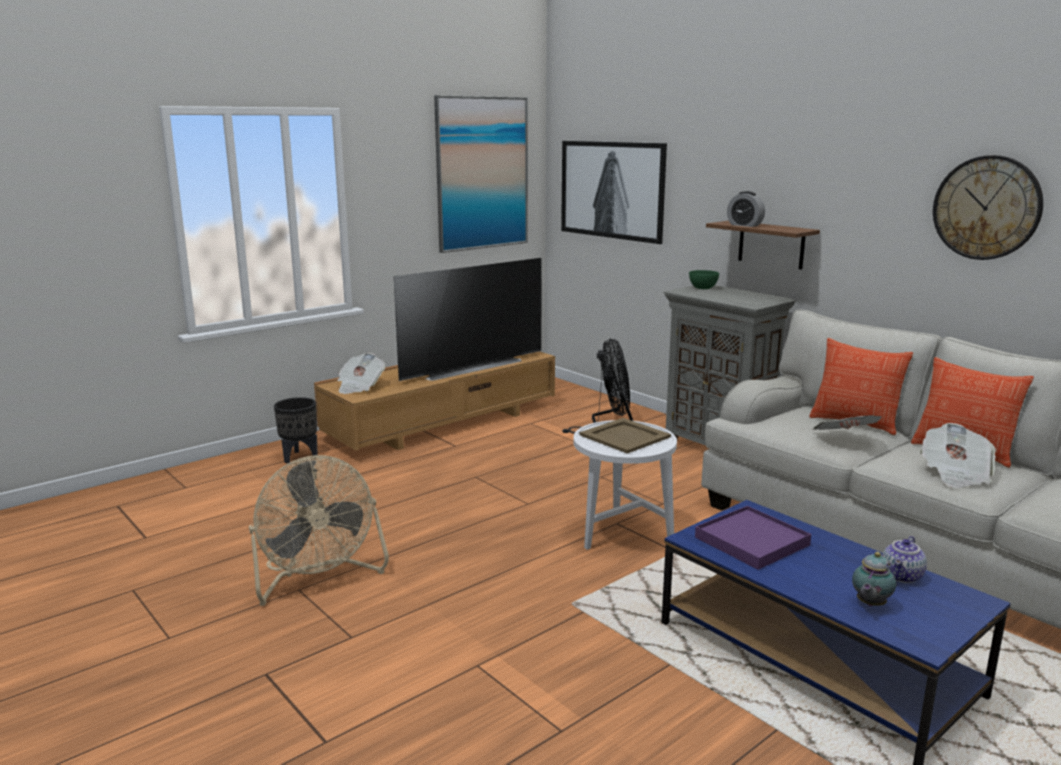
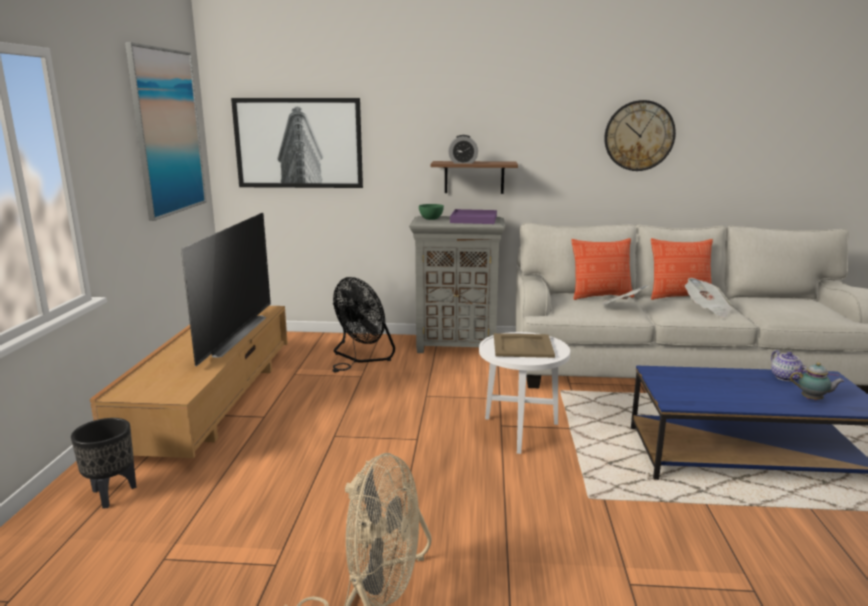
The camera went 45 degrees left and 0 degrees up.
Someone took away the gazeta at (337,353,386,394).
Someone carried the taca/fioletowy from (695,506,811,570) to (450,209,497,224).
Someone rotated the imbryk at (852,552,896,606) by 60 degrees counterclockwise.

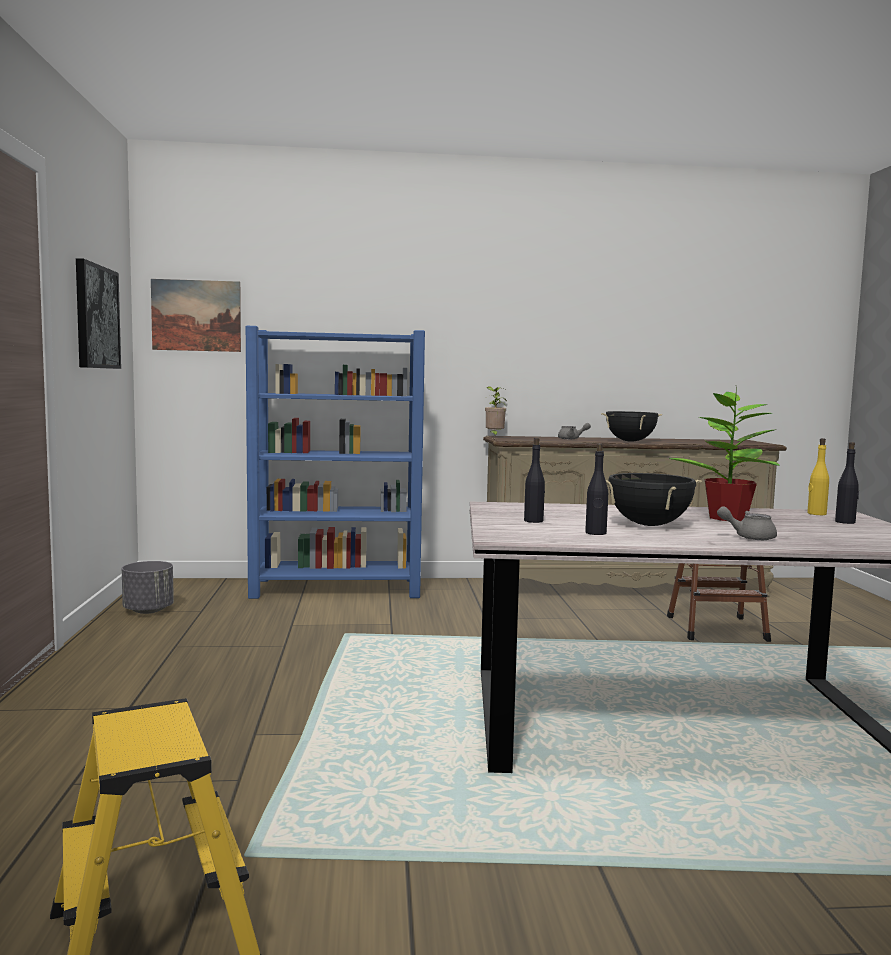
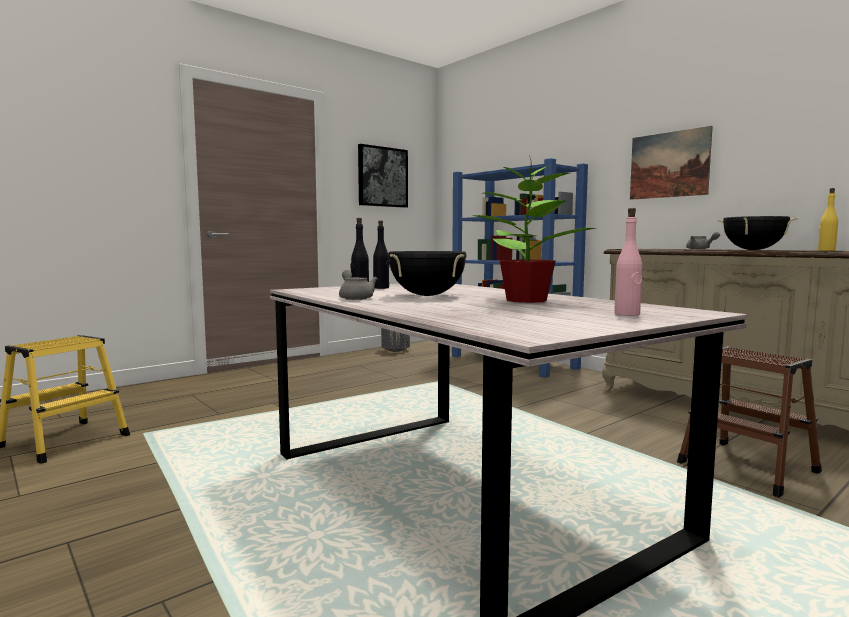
The camera went 55 degrees right and 0 degrees up.
Someone carried the obraz from (151,279,241,352) to (630,126,713,200).
Someone took away the roślina doniczkowa at (485,386,507,436).
Someone carried the butelka/żółty from (807,438,829,515) to (818,188,838,251).
Someone repainted the butelka/czarny at (835,442,859,524), which became the butelka/różowy at (614,208,642,316).
Someone carried the imbryk/szary from (717,506,777,540) to (339,270,378,300).

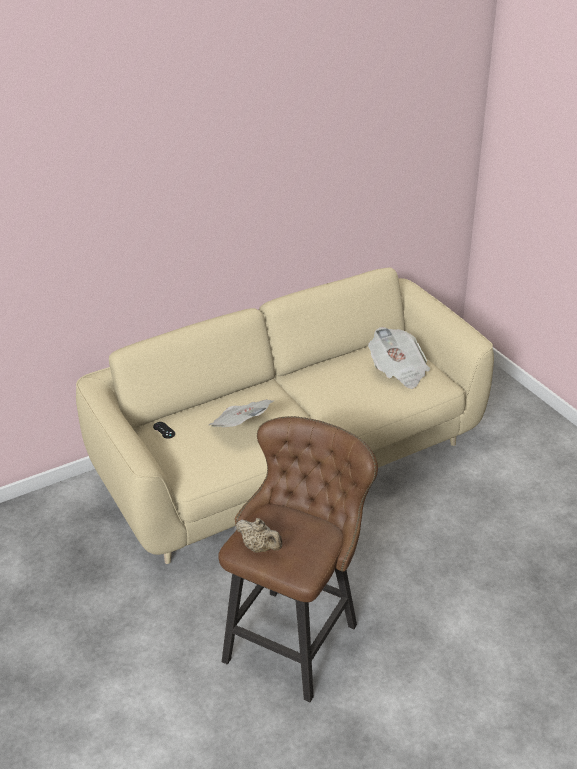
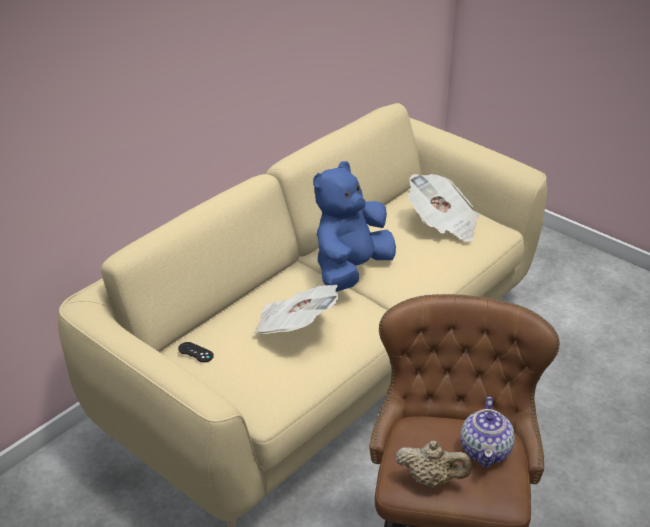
The camera went 20 degrees left and 0 degrees up.
Someone put down the pluszak/niebieski at (313,161,396,292).
Someone put down the imbryk at (461,397,515,467).

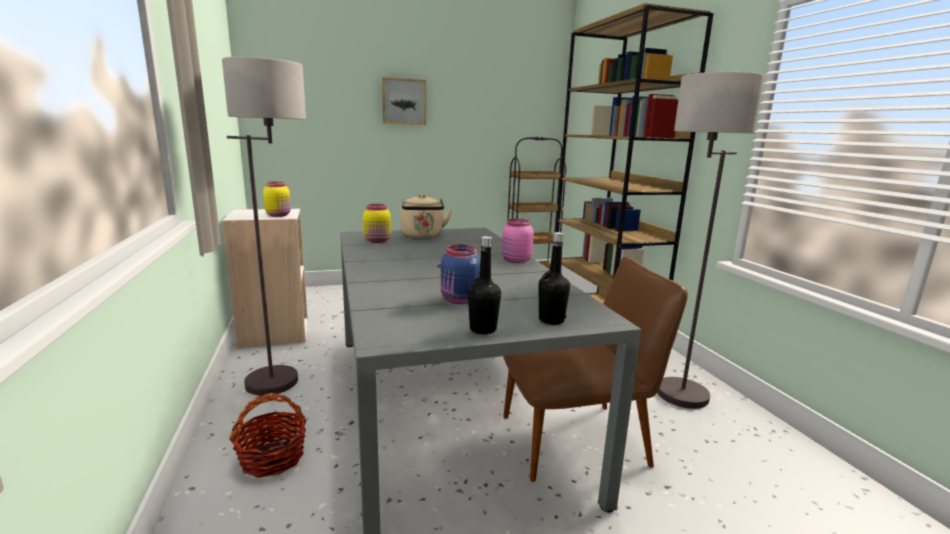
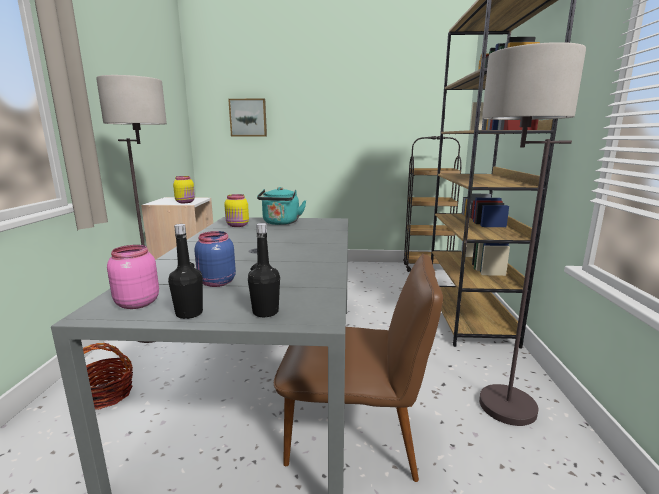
The camera went 20 degrees right and 0 degrees up.
Someone carried the obraz from (382,78,426,125) to (228,99,267,136).
Someone repainted the czajnik/beżowy at (401,194,452,238), which became the czajnik/turkusowy at (257,187,307,225).
Someone carried the słoik/różowy from (502,219,534,263) to (107,245,159,309).

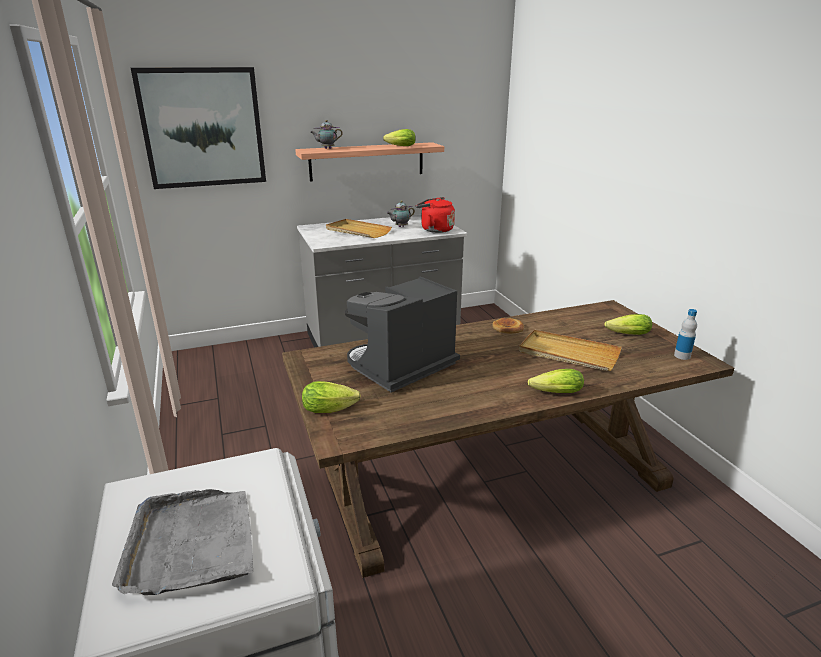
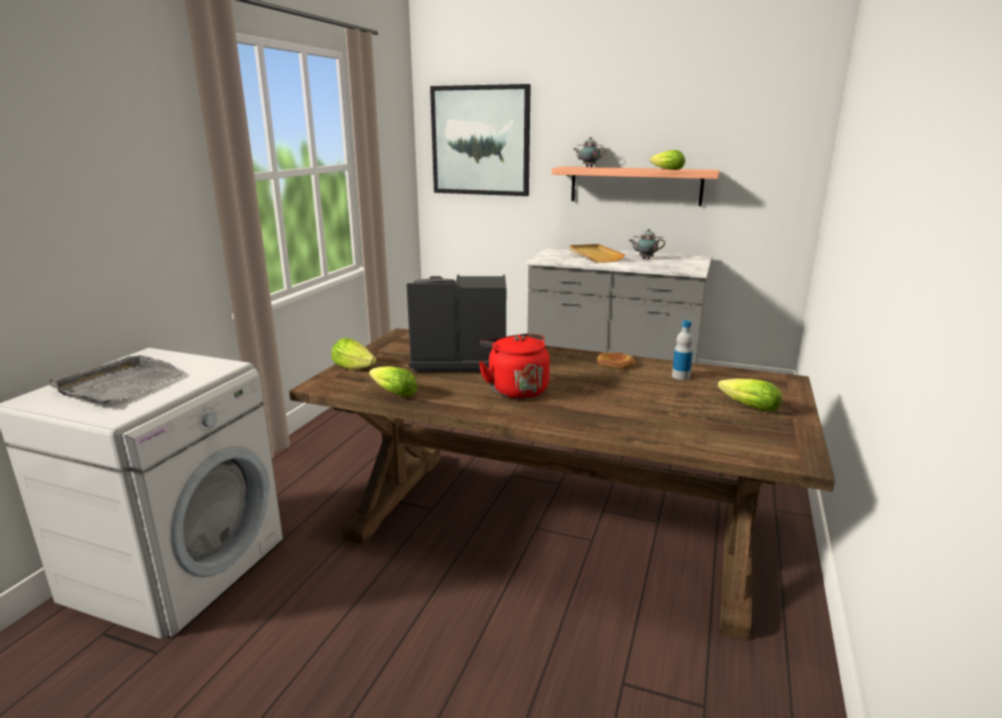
The camera went 40 degrees right and 5 degrees down.
Someone carried the czajnik/czerwony from (416,197,455,233) to (479,333,550,399).
Someone carried the butelka from (674,309,697,360) to (672,320,693,380).
Someone took away the taca/beżowy at (519,330,622,371).
Someone carried the sałata from (528,369,584,393) to (369,366,418,397).

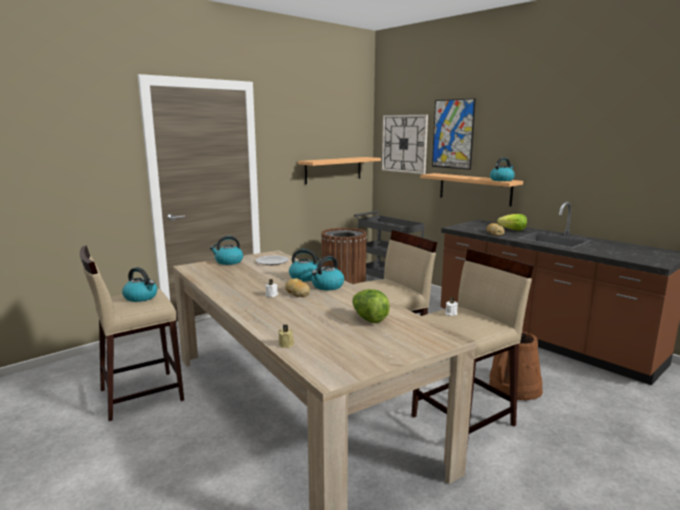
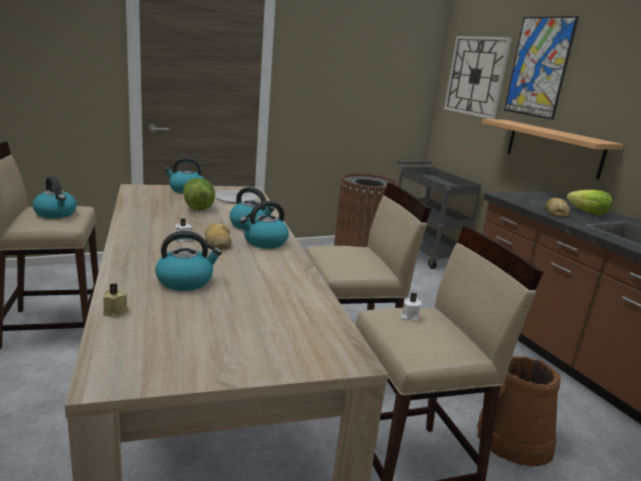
The camera went 15 degrees right and 5 degrees up.
Someone took away the półka at (298,157,381,184).
Someone carried the czajnik from (490,158,515,181) to (155,231,222,291).
Someone carried the sałata from (352,289,390,323) to (183,178,215,211).

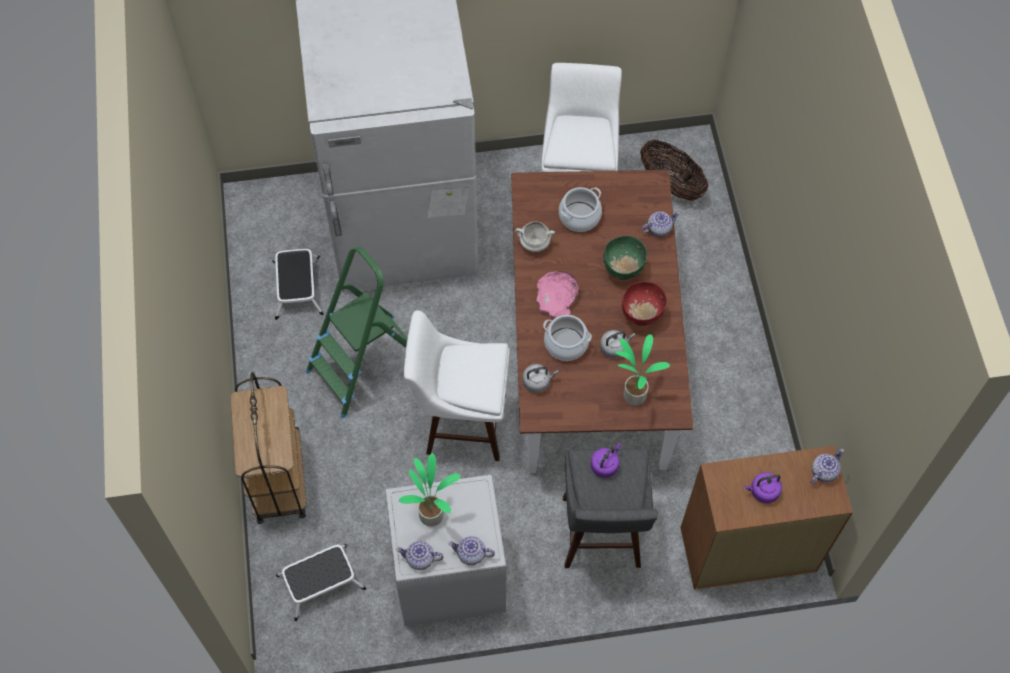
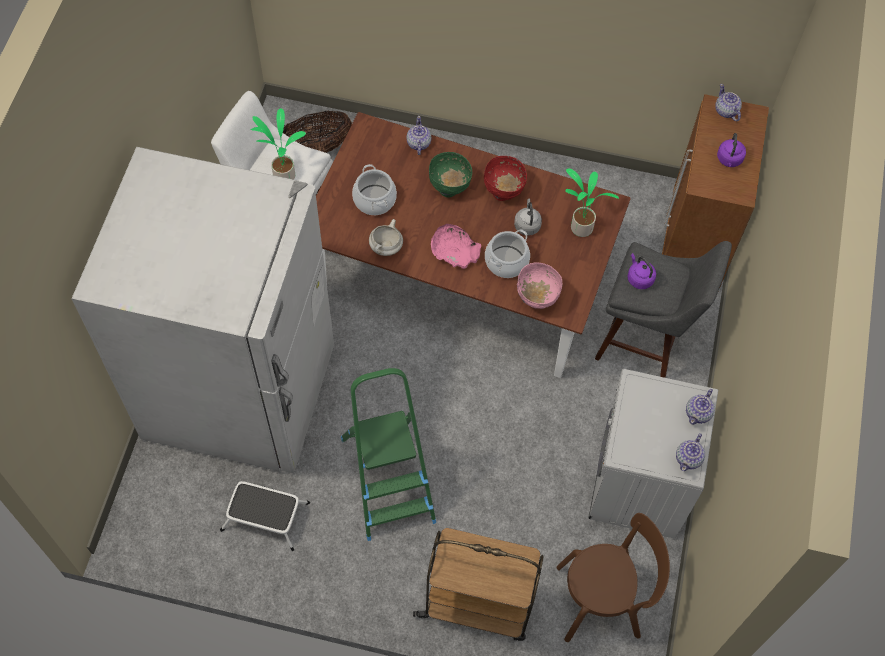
The camera went 70 degrees left and 0 degrees up.
Someone took away the stołek/biały at (404,311,510,461).
Someone swapped the czajnik/szary at (522,364,559,393) for the miska/różowy at (517,262,562,309).
Someone carried the roślina doniczkowa from (399,453,461,526) to (250,108,306,180).
Someone swapped the drabinka/czarny at (276,544,366,621) for the krzesło/brązowy at (557,513,670,642).

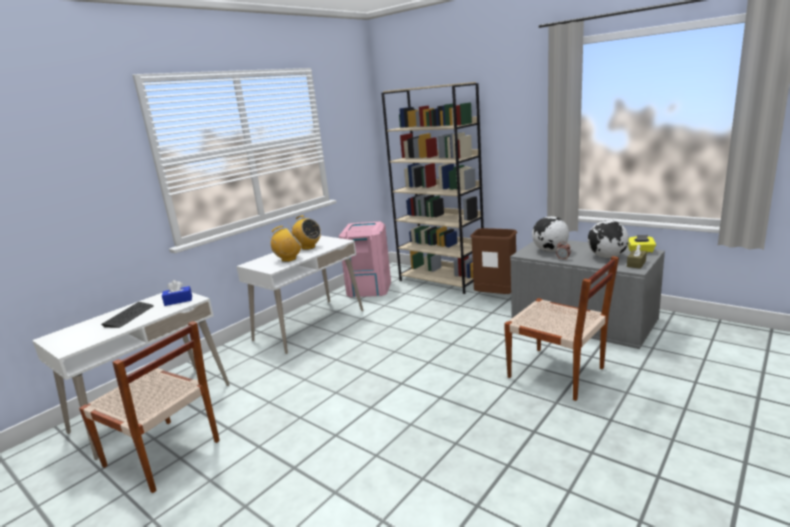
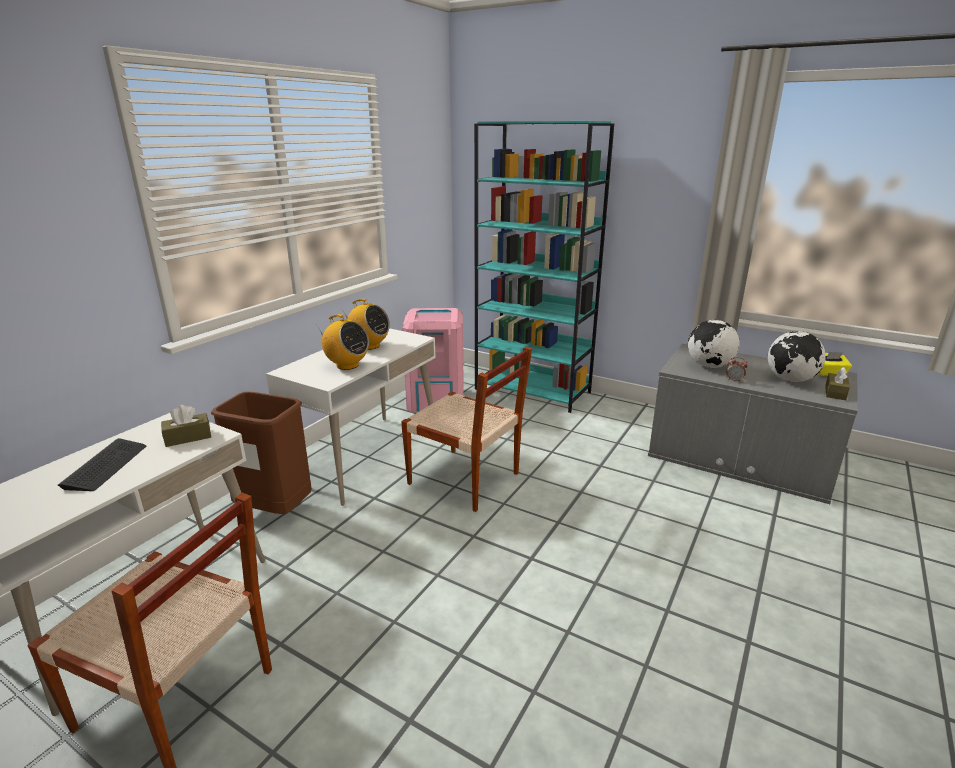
The camera went 10 degrees left and 5 degrees up.
Someone repainted the regał/beżowy at (381,82,484,294), which became the regał/turkusowy at (474,121,614,413).
Someone rotated the radio at (269,226,302,262) by 60 degrees clockwise.
Someone carried the kosz na śmieci/brązowy from (470,228,517,294) to (211,392,312,514).
Someone carried the krzesło from (504,256,619,401) to (401,346,532,512).
Someone repainted the pudełko chusteczek/niebieski at (162,280,192,306), which became the pudełko chusteczek/brązowy at (161,405,211,447).

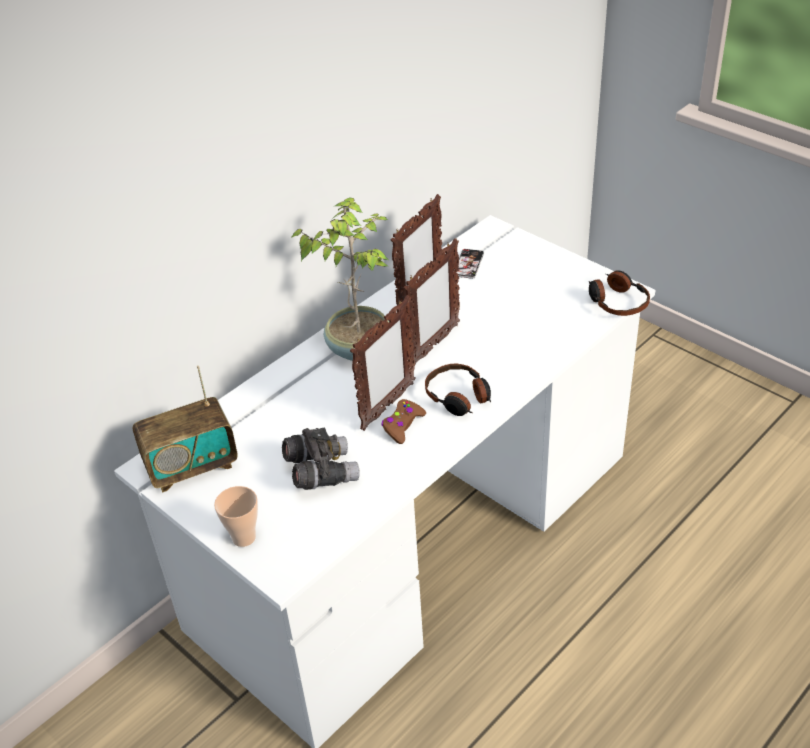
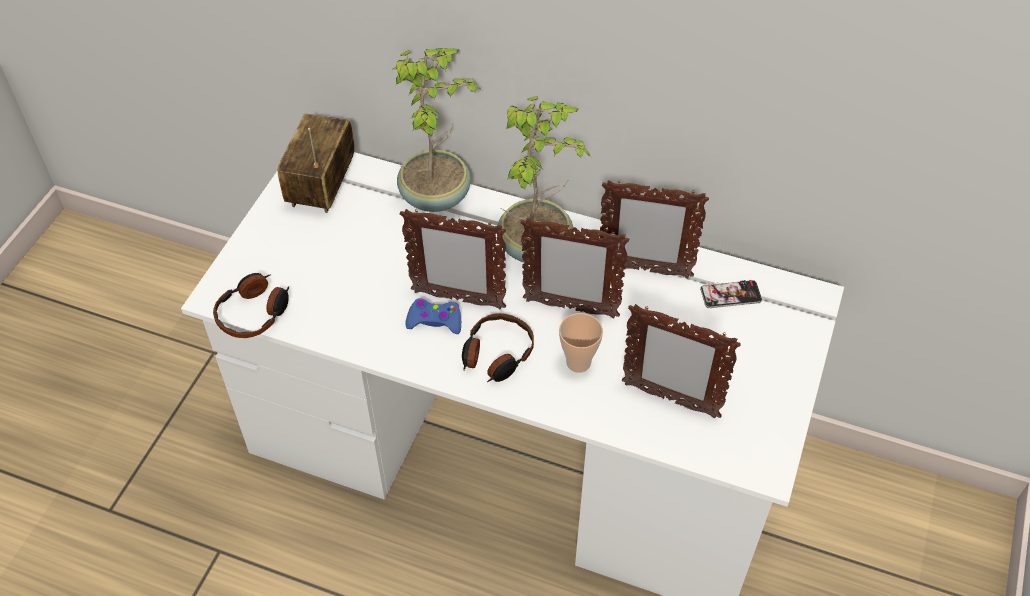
The camera went 65 degrees right and 10 degrees up.
Someone carried the słuchawki from (589,270,650,316) to (213,273,290,338).
Someone rotated the radio at (133,365,238,493) by 60 degrees clockwise.
Someone repainted the pad do gier/brązowy at (382,399,426,444), which became the pad do gier/niebieski at (405,298,461,334).
Someone took away the lornetka/szary at (282,427,360,490).
Someone carried the filiżanka from (214,486,258,547) to (559,313,603,373).
Someone put down the roślina doniczkowa at (392,48,482,212).
Someone put down the ramka na zdjęcie at (622,304,741,418).

